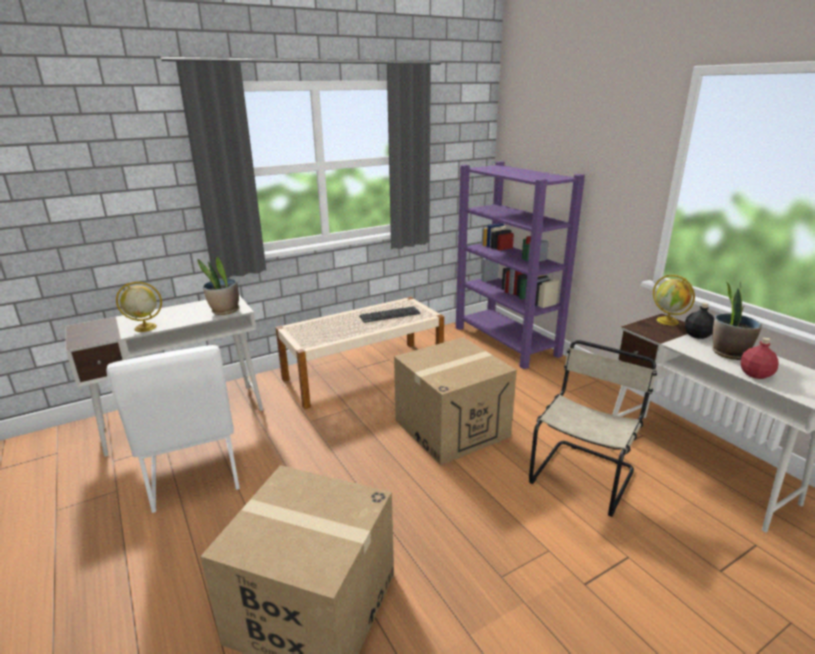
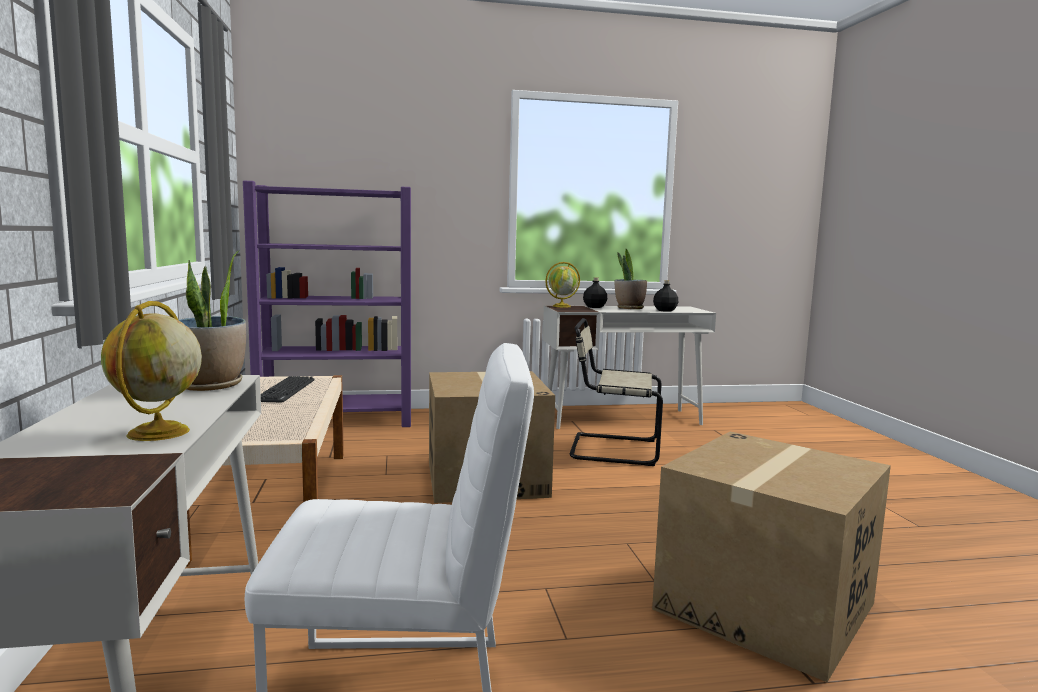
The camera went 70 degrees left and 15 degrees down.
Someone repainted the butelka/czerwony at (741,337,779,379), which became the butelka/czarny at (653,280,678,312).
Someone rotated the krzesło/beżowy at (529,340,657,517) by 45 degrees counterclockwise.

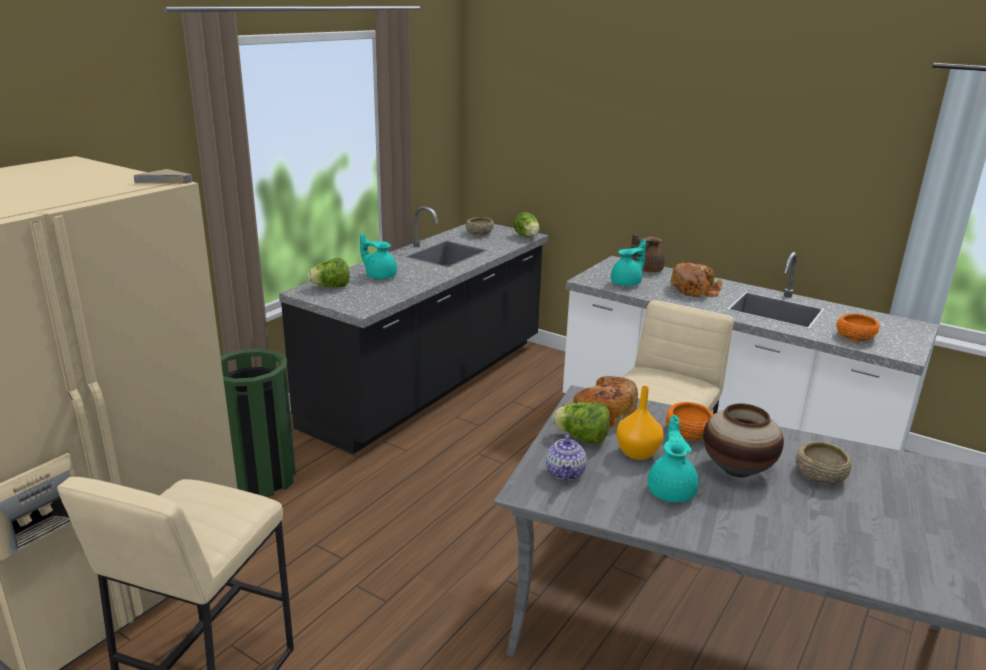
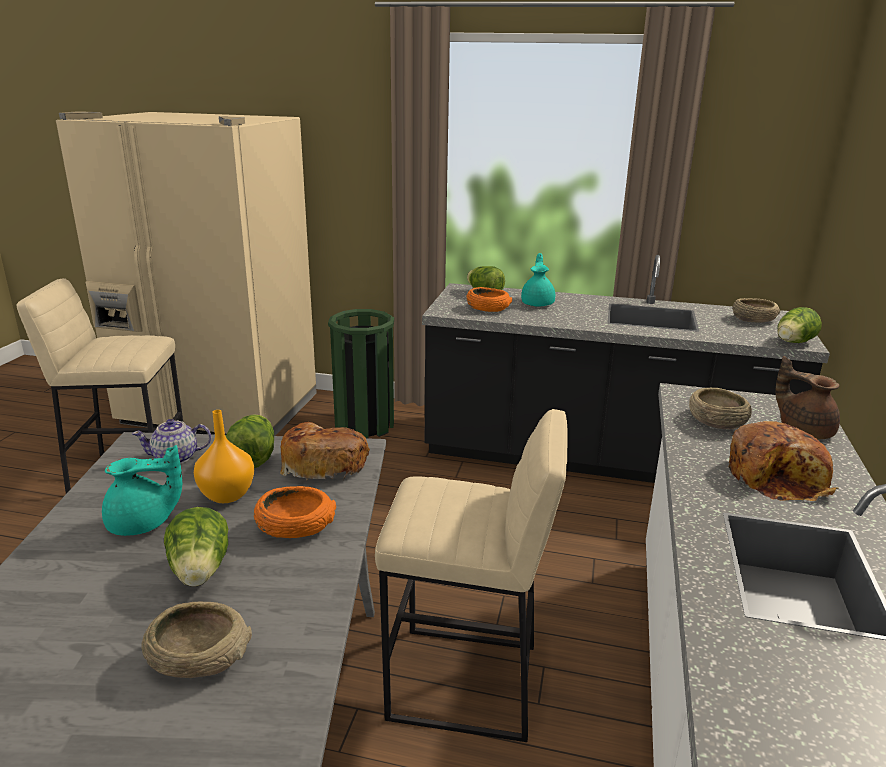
The camera went 70 degrees right and 0 degrees up.
Someone swapped the imbryk/turkusowy at (611,239,646,286) for the miska/beżowy at (689,388,752,429).
Someone carried the miska/pomarańczowy from (836,313,880,341) to (466,287,512,312).
Someone swapped the wazon at (703,403,784,477) for the sałata at (164,507,228,587).

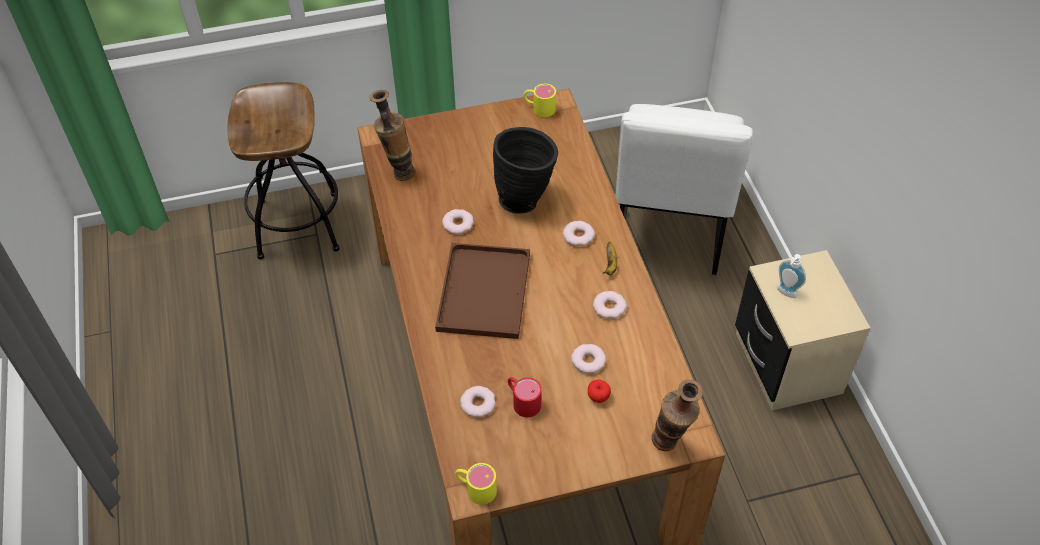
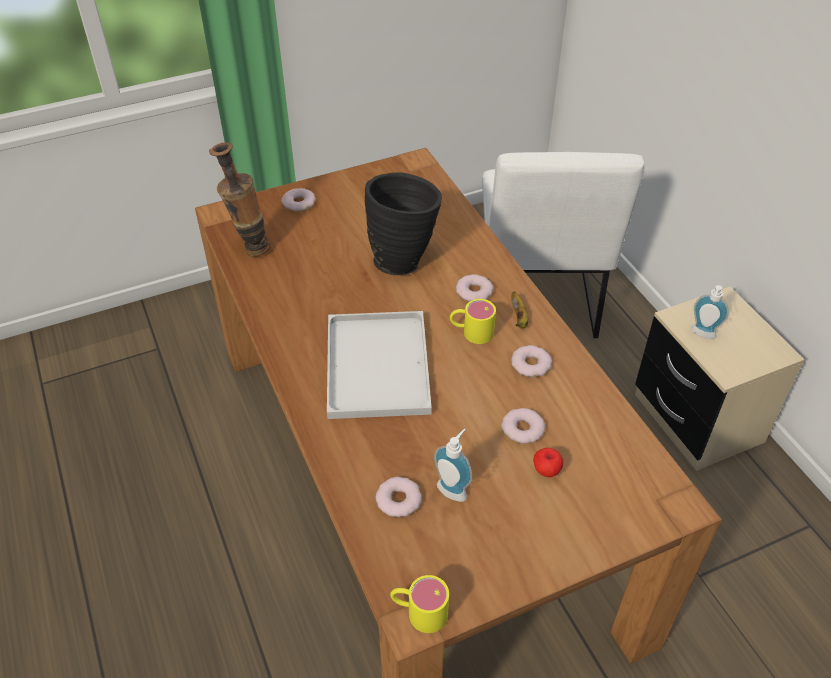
The camera went 10 degrees left and 5 degrees down.
Someone took away the stołek/brązowy at (228,82,340,259).
Someone carried the kubek/żółty from (523,84,556,117) to (450,299,496,344).
Someone carried the donut from (442,209,474,234) to (282,188,316,212).
Someone repainted the taca/brązowy at (435,243,530,339), which became the taca/biały at (327,311,432,419).
Someone swapped the kubek/czerwony at (508,377,542,417) for the dozownik mydła at (434,429,472,502).
Someone took away the wazon at (652,379,703,451).

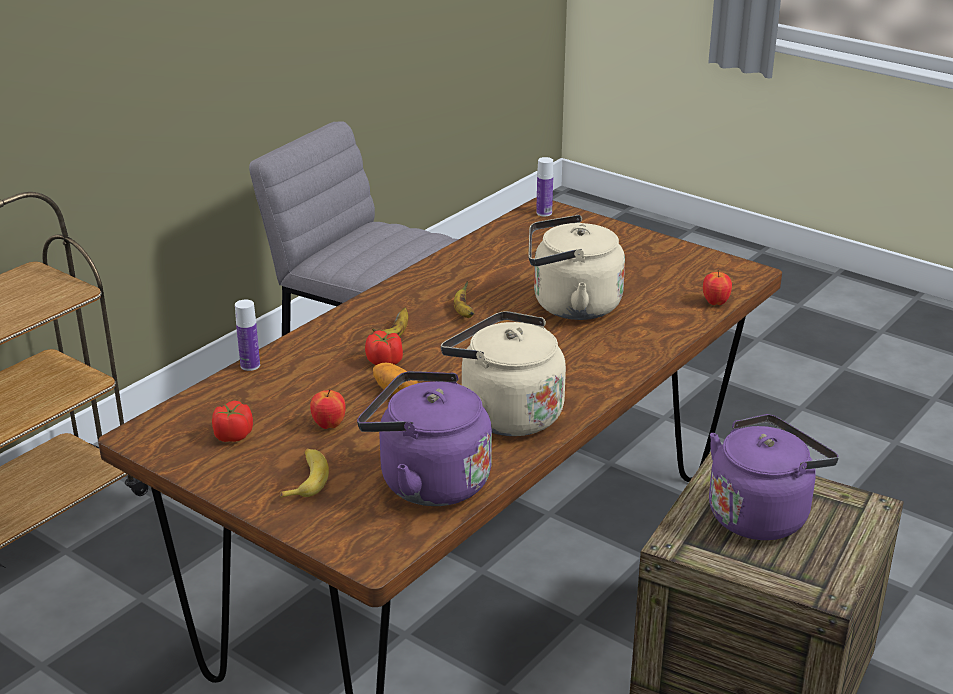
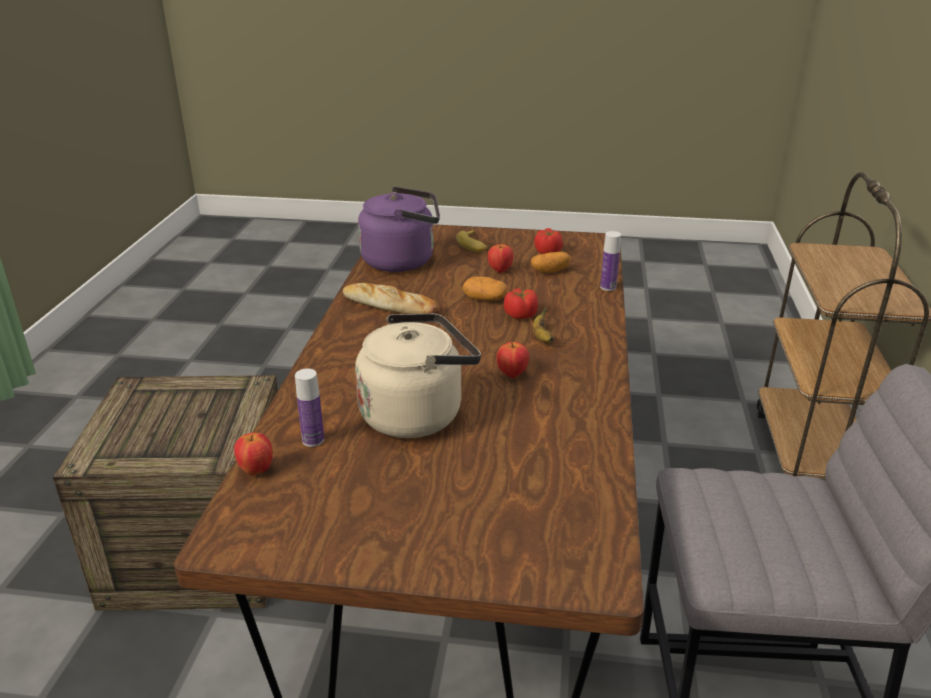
The camera went 150 degrees right and 0 degrees up.
Someone carried the butelka from (536,157,553,216) to (295,369,324,447).
Someone swapped the banan at (454,281,475,318) for the jabłko at (496,342,529,378).
Someone swapped the czajnik/beżowy at (441,311,566,436) for the chleb at (343,283,440,314).
Someone took away the czajnik/fioletowy at (709,414,839,540).
Someone put down the ziemniak at (530,252,571,273).

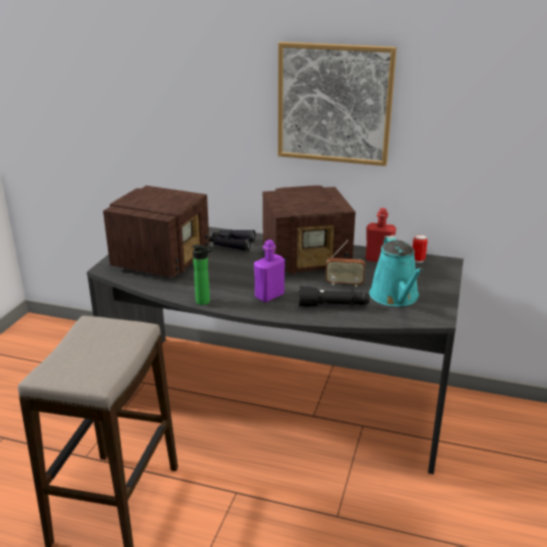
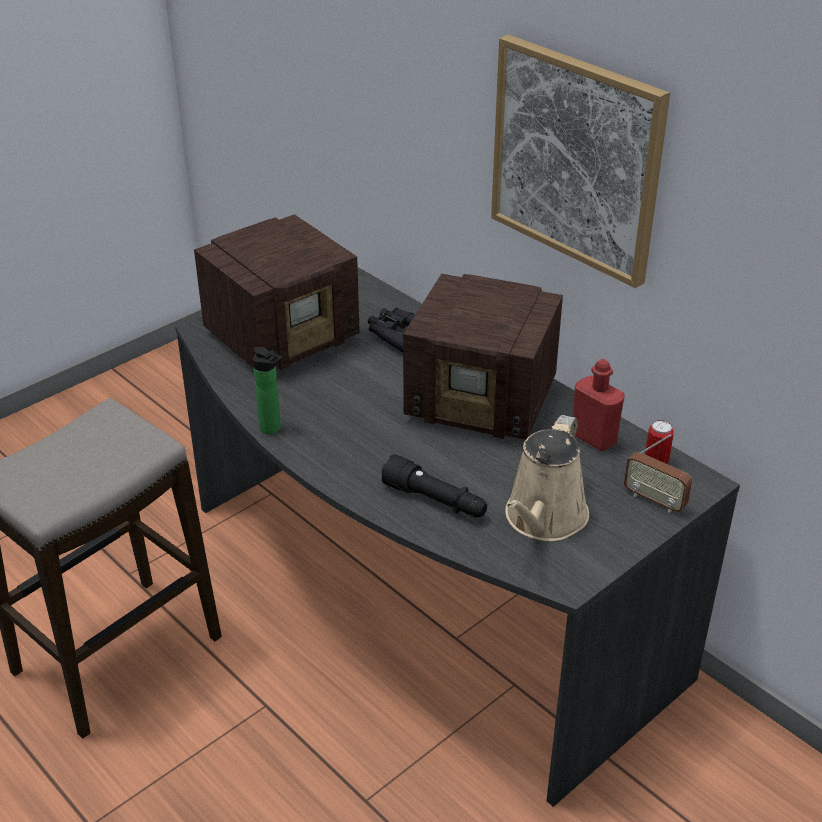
The camera went 30 degrees right and 10 degrees up.
Someone repainted the konewka/turkusowy at (369,235,423,307), which became the konewka/beżowy at (505,415,589,541).
Someone took away the butelka/fioletowy at (254,240,285,302).
Someone carried the radio from (325,240,365,287) to (624,435,692,513).

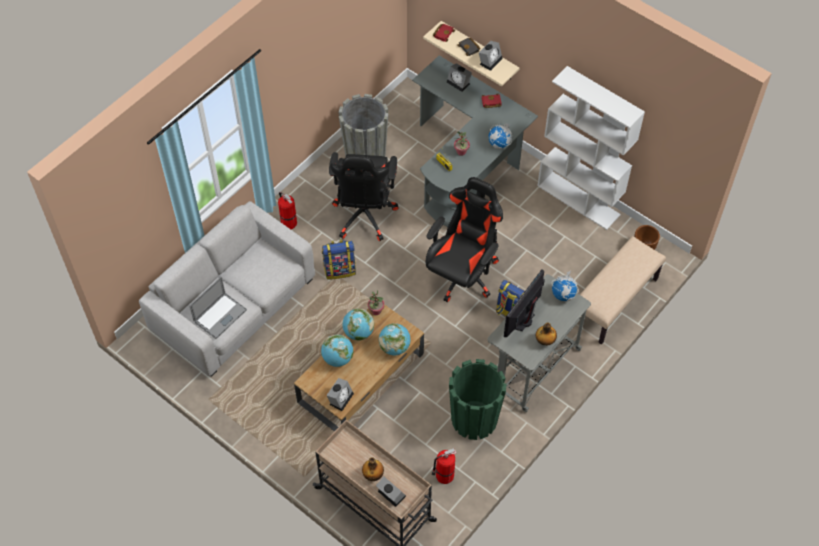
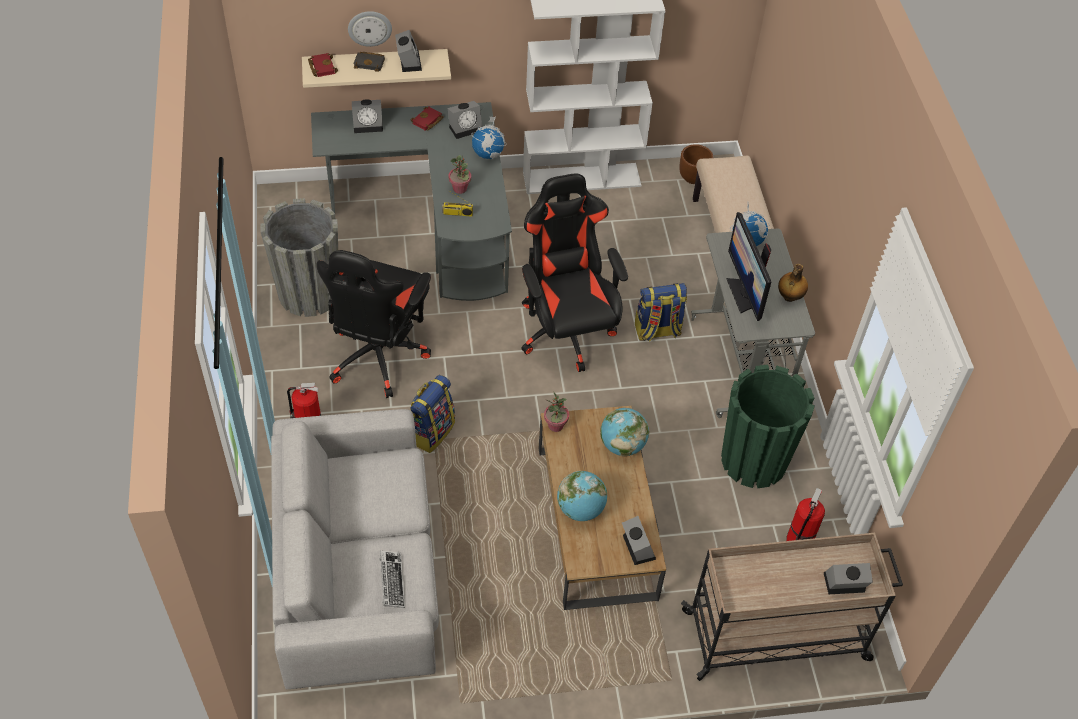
The camera went 50 degrees left and 5 degrees down.
Someone rotated the krzesło biurowe/czarny at (329,152,398,241) by 60 degrees clockwise.
Someone swapped the laptop at (189,277,247,339) for the klawiatura at (380,550,405,608).
Someone took away the globus at (342,309,374,341).
Someone took away the butelka at (362,457,384,481).
Someone put up the zegar ścienny at (348,11,392,47).
Someone put down the budzik at (448,101,482,139).

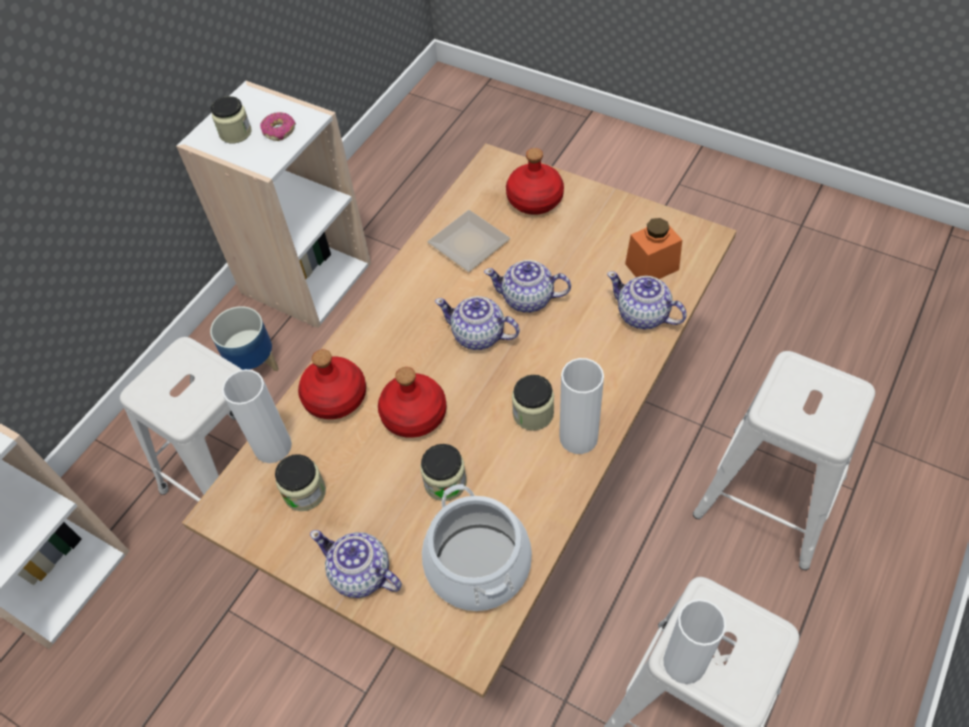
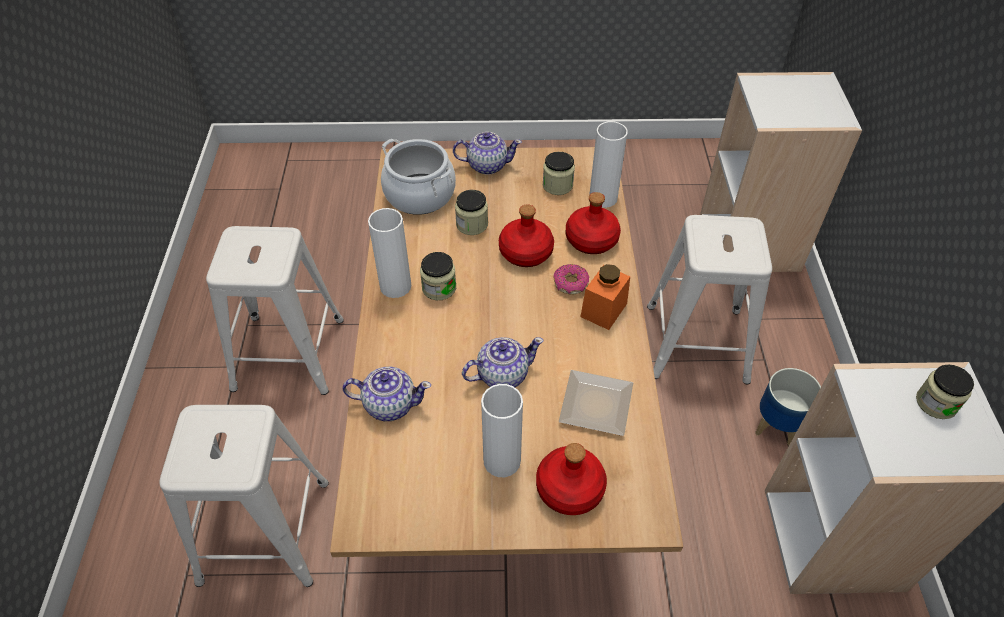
The camera went 145 degrees right and 5 degrees down.
Someone carried the donut from (260,112,296,141) to (554,264,589,294).
Someone carried the słoik/pomarańczowy from (625,218,682,279) to (580,264,630,330).
Someone took away the imbryk at (435,296,520,350).
Someone carried the wazon/biały from (663,599,726,684) to (481,384,523,477).

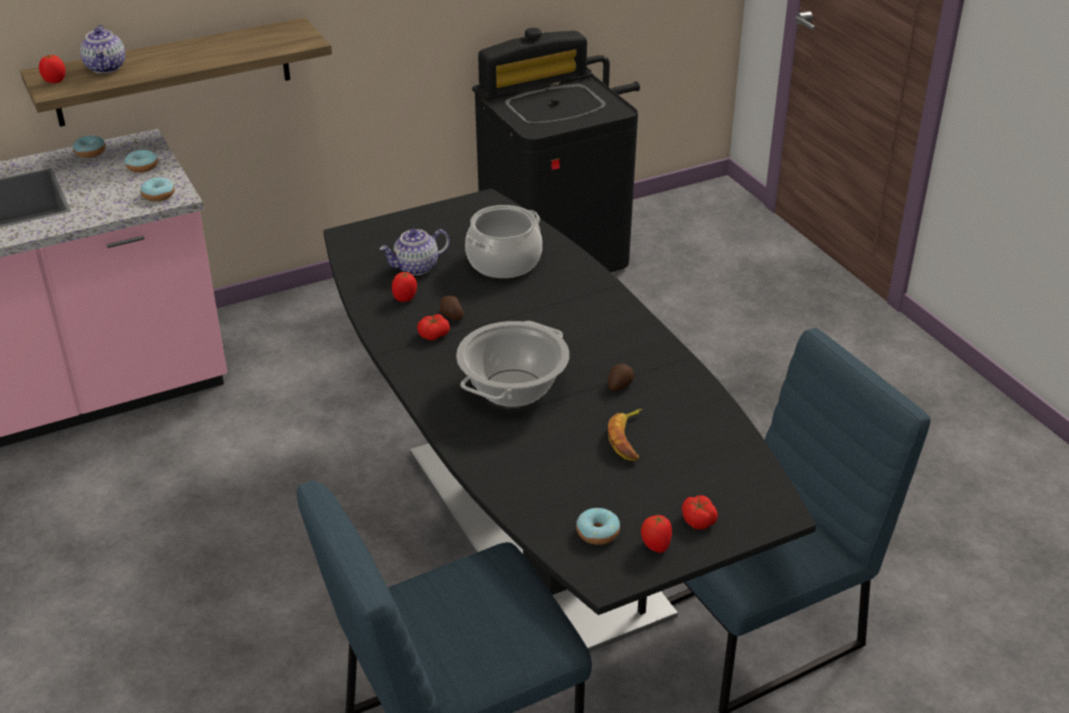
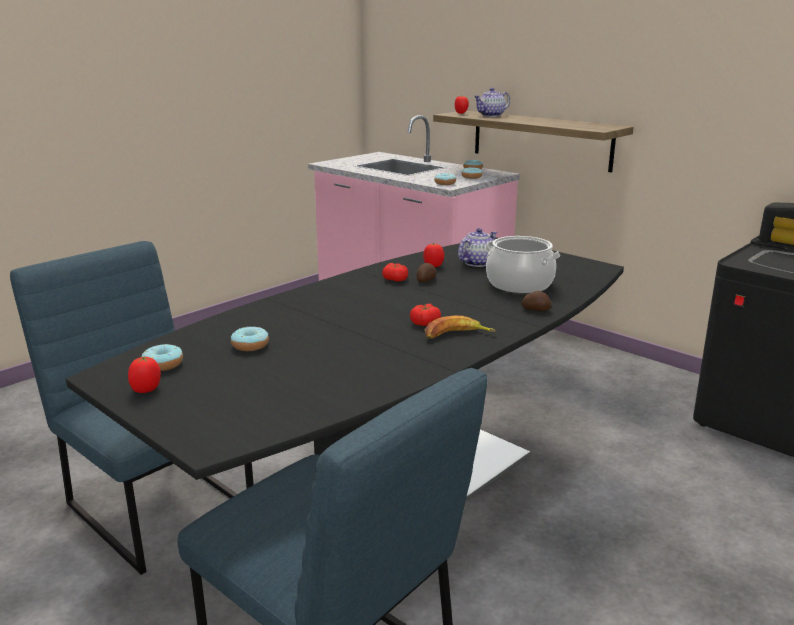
The camera went 70 degrees right and 15 degrees down.
Someone rotated the imbryk at (379,229,450,275) by 90 degrees clockwise.
Someone took away the garnek at (456,321,569,407).
Someone carried the ziemniak from (608,364,634,391) to (521,291,552,311).
Someone carried the banan from (608,409,643,461) to (425,316,496,339).
Someone carried the pomidor from (682,495,718,530) to (410,304,441,326).
Someone put down the donut at (231,327,269,351).

